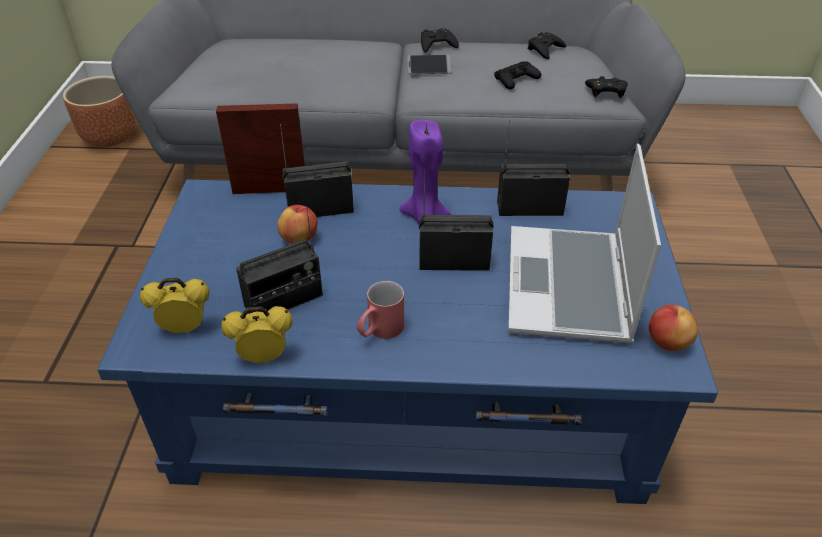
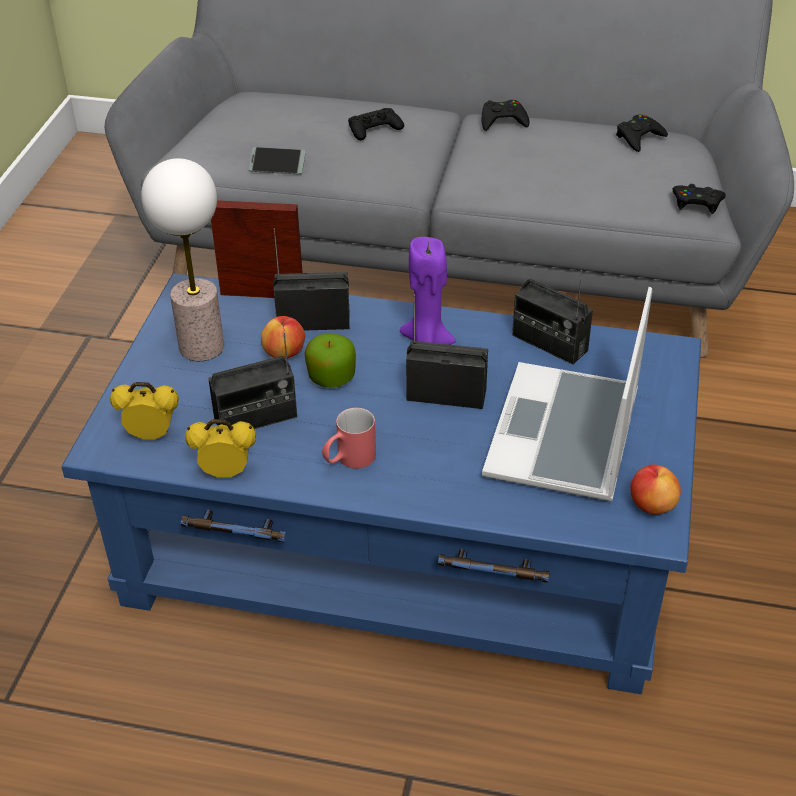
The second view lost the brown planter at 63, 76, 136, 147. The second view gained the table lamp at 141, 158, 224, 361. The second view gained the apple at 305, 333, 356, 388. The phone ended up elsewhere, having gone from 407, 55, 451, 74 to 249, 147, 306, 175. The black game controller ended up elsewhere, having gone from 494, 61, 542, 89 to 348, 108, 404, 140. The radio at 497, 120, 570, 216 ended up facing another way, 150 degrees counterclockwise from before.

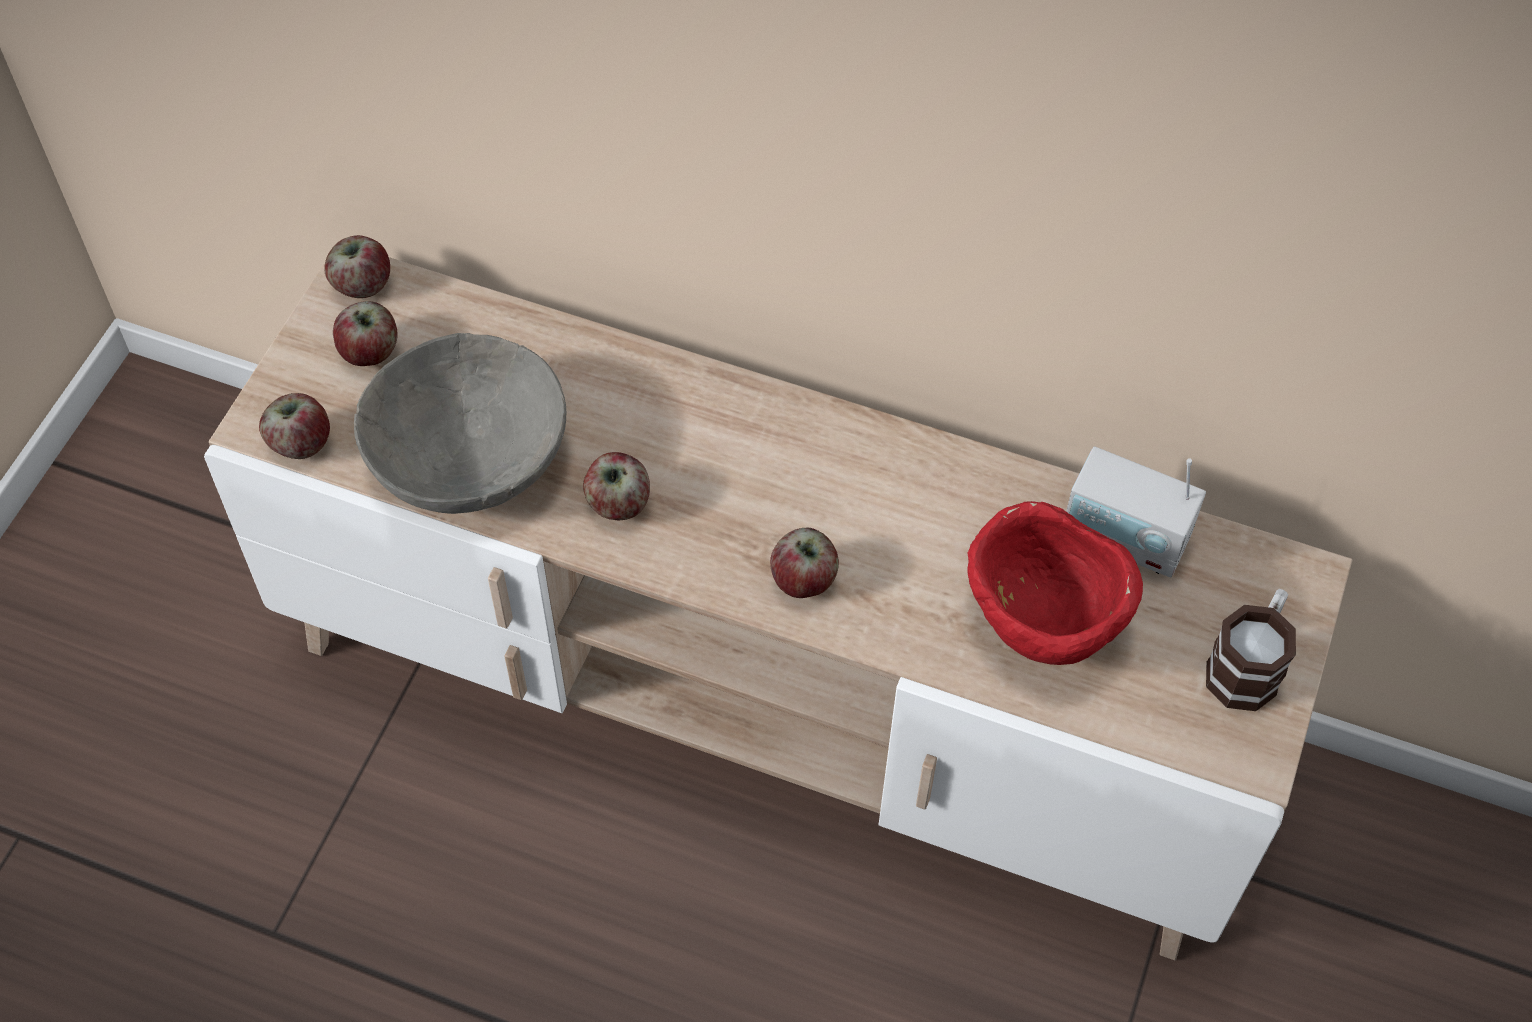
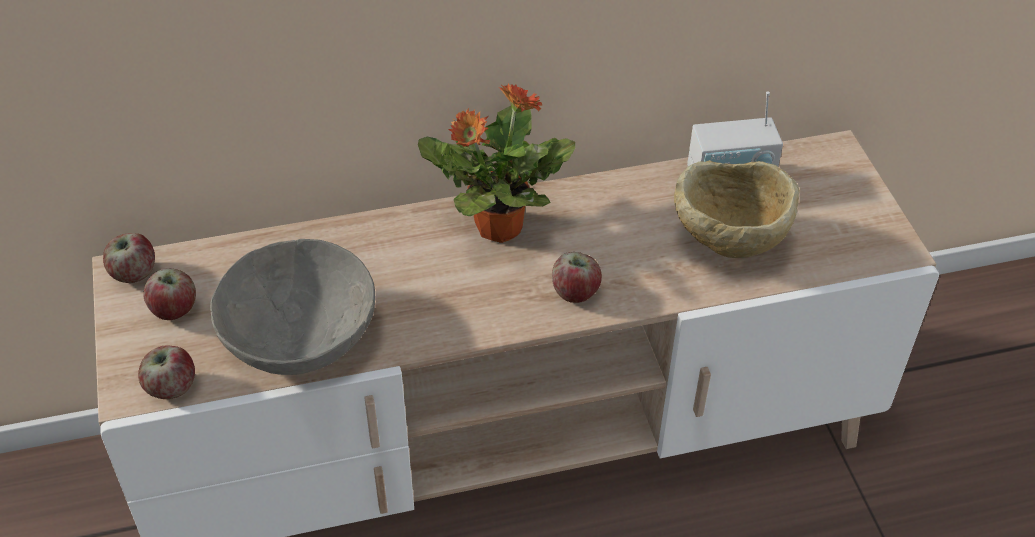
The second view lost the apple at 583, 452, 650, 520. The second view lost the mug at 1206, 589, 1296, 711. The second view gained the potted plant at 418, 83, 575, 243. What was the red bowl at 967, 501, 1143, 665 turned into the beige bowl at 674, 160, 800, 258.

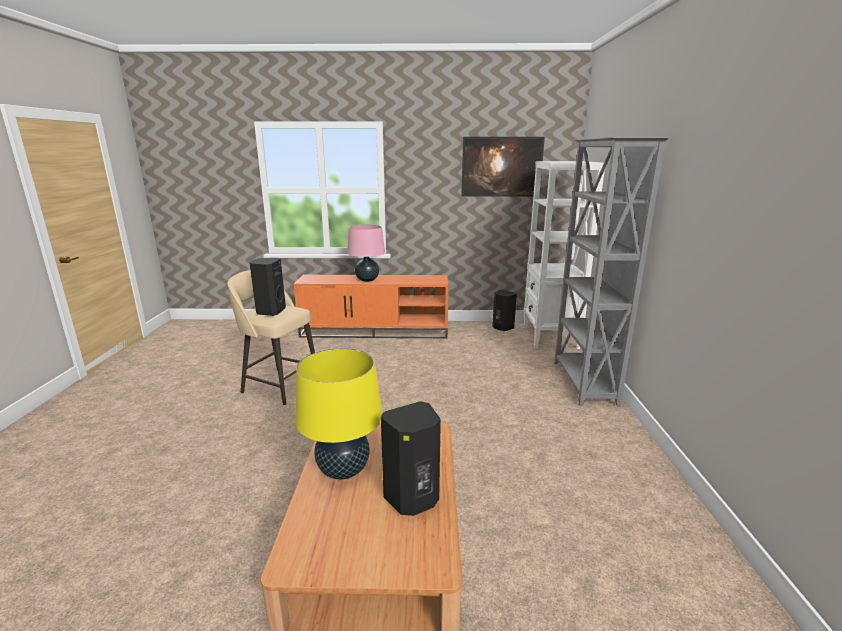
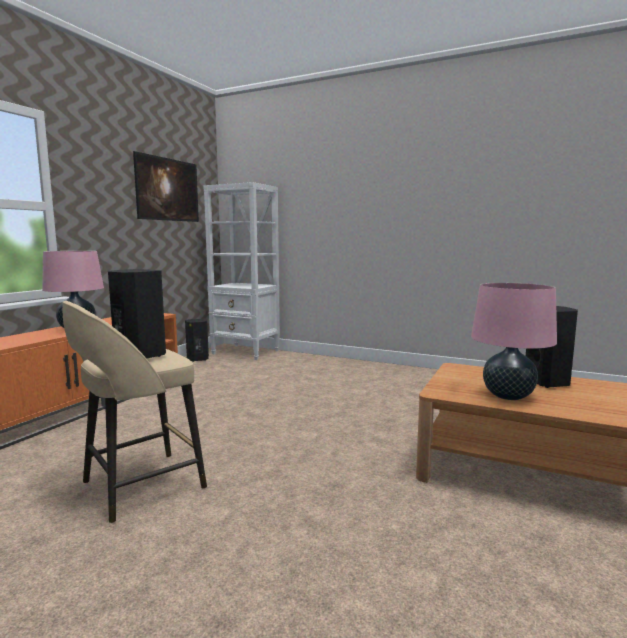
The second view lost the grey bookcase at 554, 137, 669, 406. What was the yellow table lamp at 296, 348, 383, 479 turned into the pink table lamp at 471, 282, 557, 400.

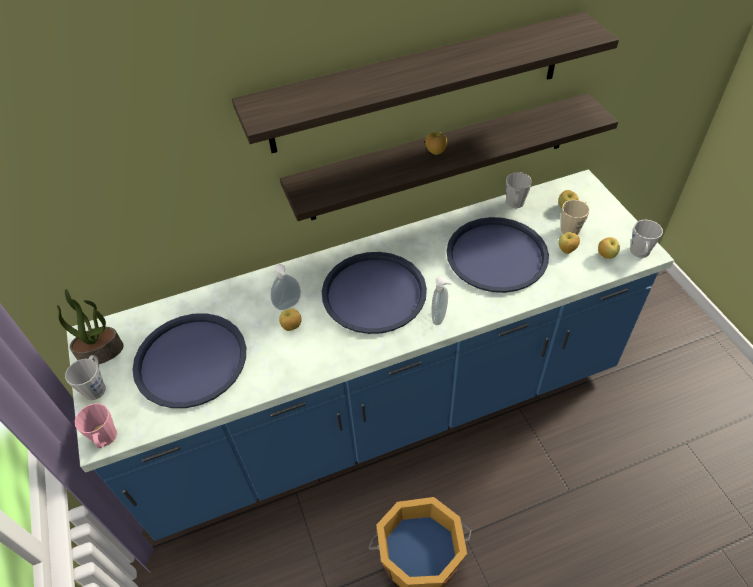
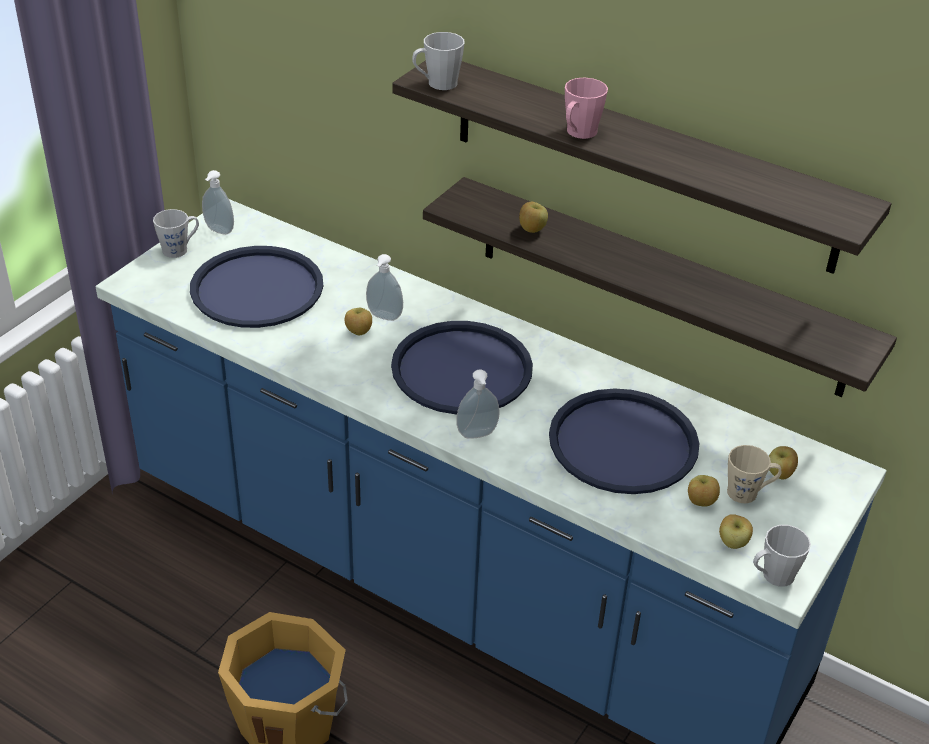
The pink mug ended up elsewhere, having gone from 75, 403, 117, 448 to 565, 78, 608, 139. The apple ended up elsewhere, having gone from 425, 132, 447, 155 to 519, 202, 548, 233. The grey mug ended up elsewhere, having gone from 506, 172, 532, 208 to 412, 32, 464, 90. Where the potted plant stood at 57, 289, 124, 364, the soap dispenser came to stand at 202, 170, 234, 235.

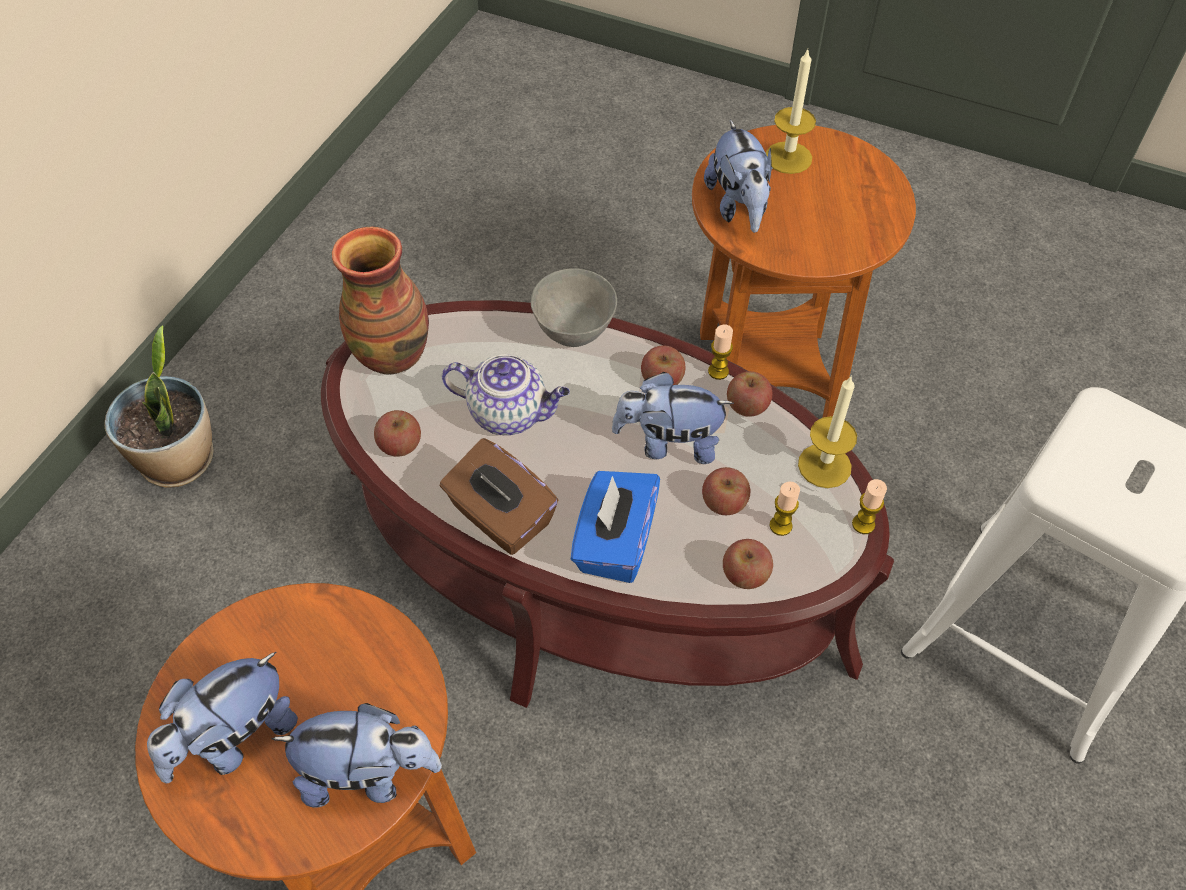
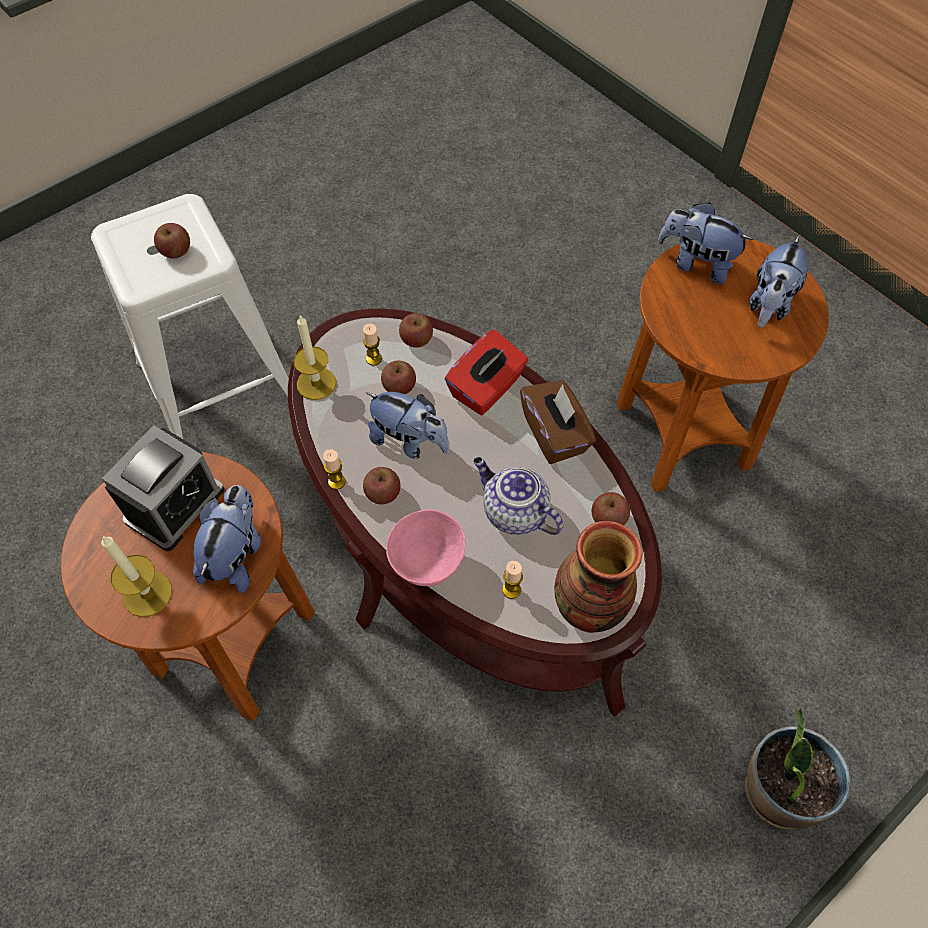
The second view gained the alarm clock at 102, 425, 224, 551. The apple ended up elsewhere, having gone from 727, 371, 773, 417 to 154, 223, 190, 258. The candle ended up elsewhere, having gone from 852, 479, 887, 534 to 502, 561, 523, 599. What was the grey bowl at 531, 268, 617, 347 turned into the pink bowl at 386, 510, 465, 586. What was the blue tissue box at 571, 471, 660, 583 turned into the red tissue box at 445, 330, 529, 415. The plush toy at 147, 652, 298, 783 ended up facing another way, 135 degrees clockwise from before.

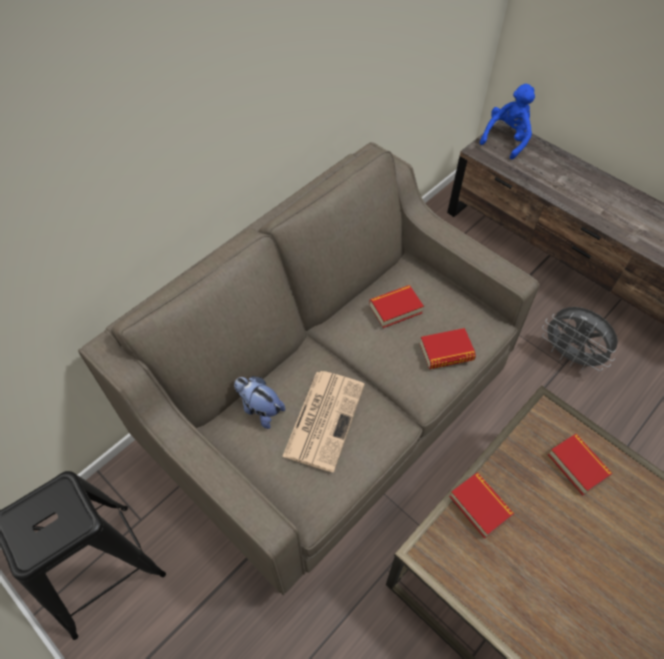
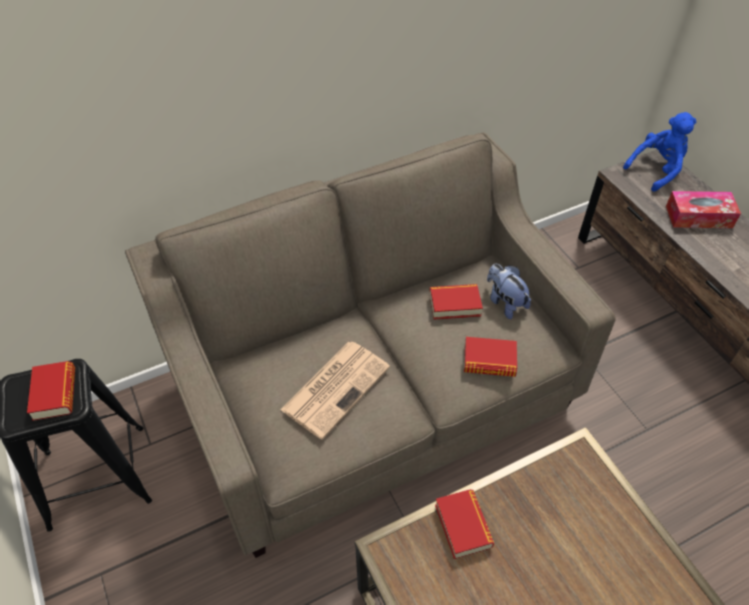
The second view lost the grey fan at 542, 307, 618, 371. The second view gained the tissue box at 666, 191, 741, 228. The plush toy ended up elsewhere, having gone from 234, 376, 285, 429 to 487, 264, 531, 319. The book ended up elsewhere, having gone from 548, 434, 613, 495 to 27, 361, 75, 421.

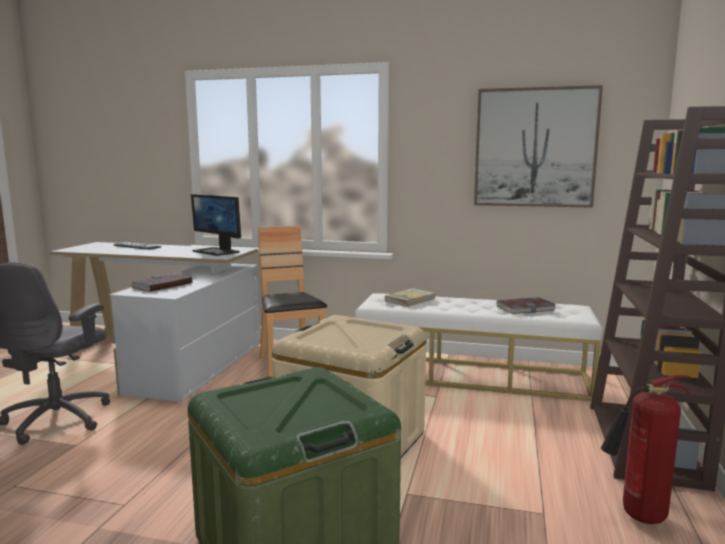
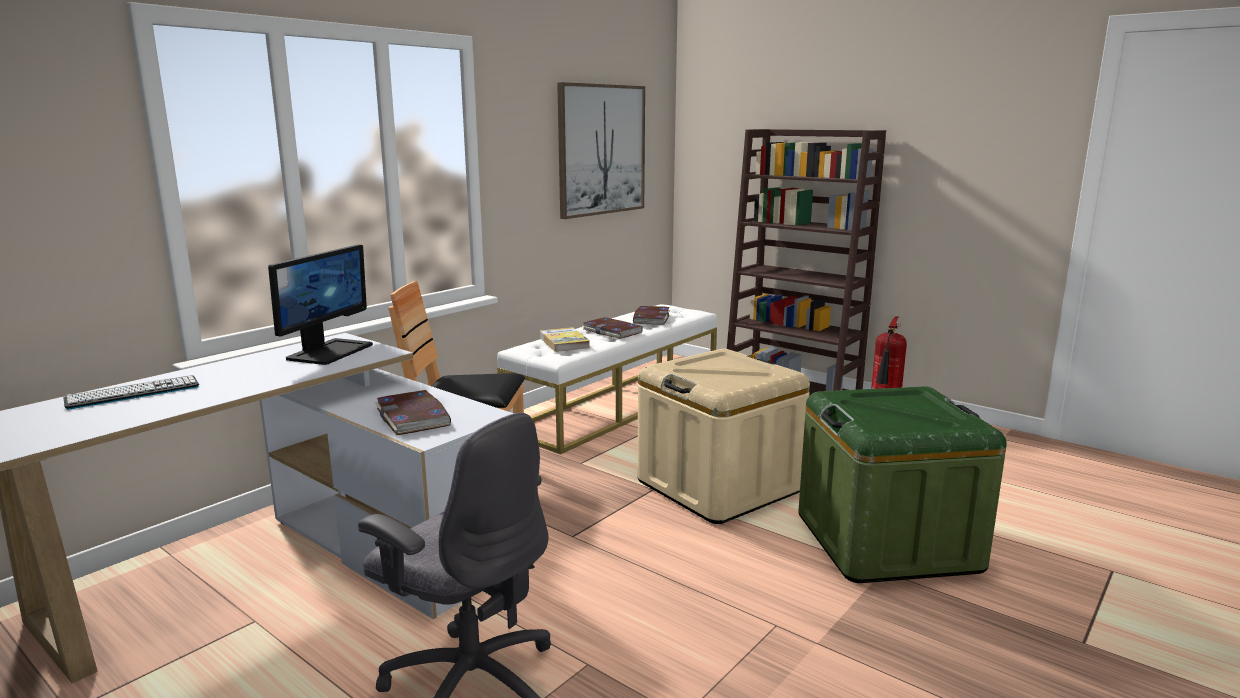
The second view gained the book at 583, 317, 642, 339. The monitor at 191, 194, 241, 256 ended up facing another way, 45 degrees counterclockwise from before.

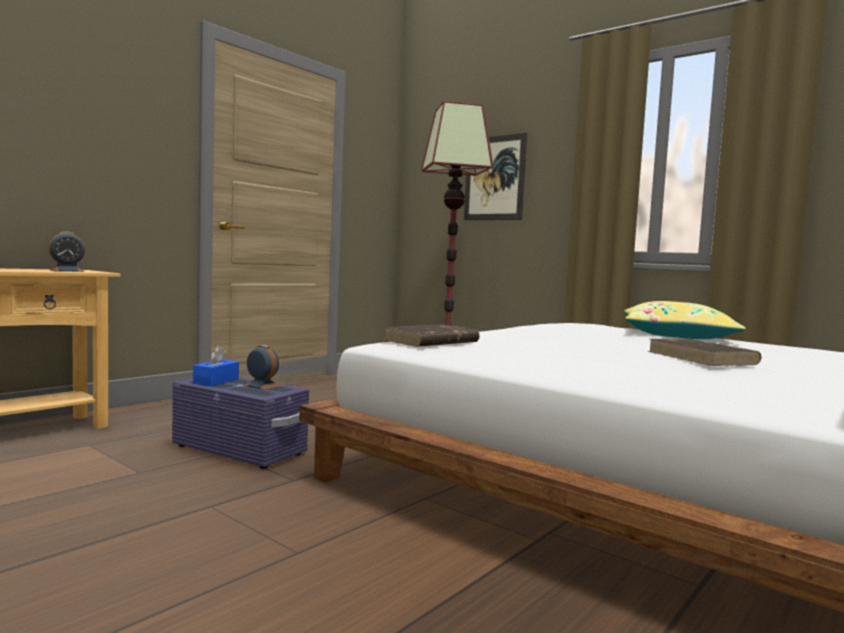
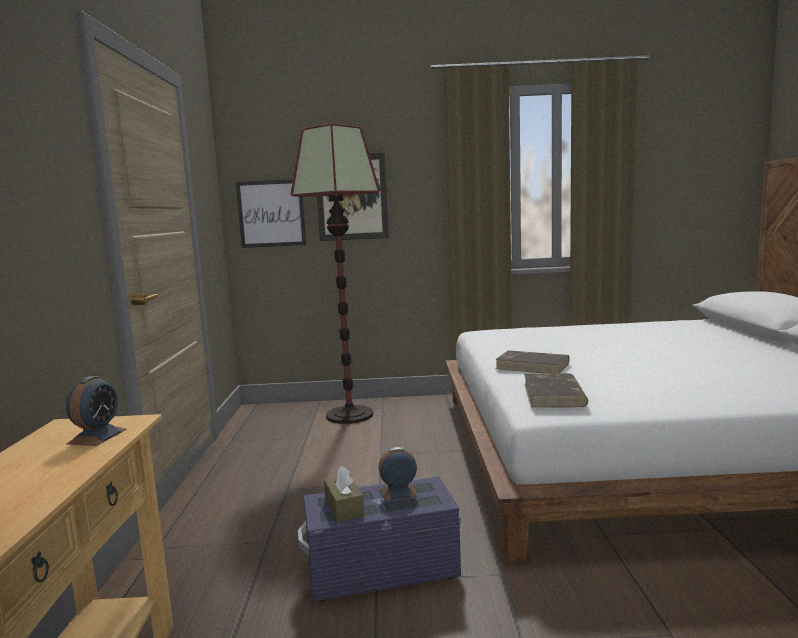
The second view lost the yellow pillow at 624, 301, 746, 339. The second view gained the picture at 236, 179, 307, 248. The brown book ended up elsewhere, having gone from 648, 339, 761, 366 to 495, 350, 569, 374. What was the blue tissue box at 193, 346, 239, 386 turned into the brown tissue box at 324, 466, 364, 522.

